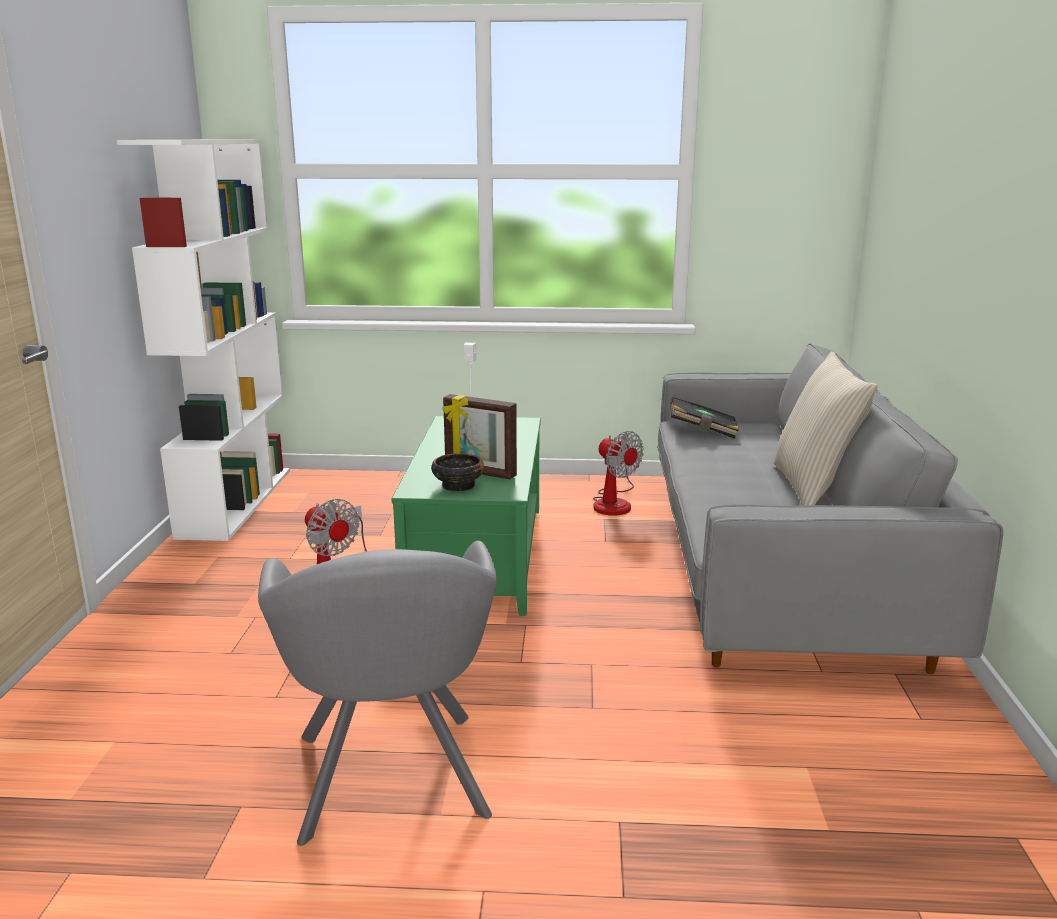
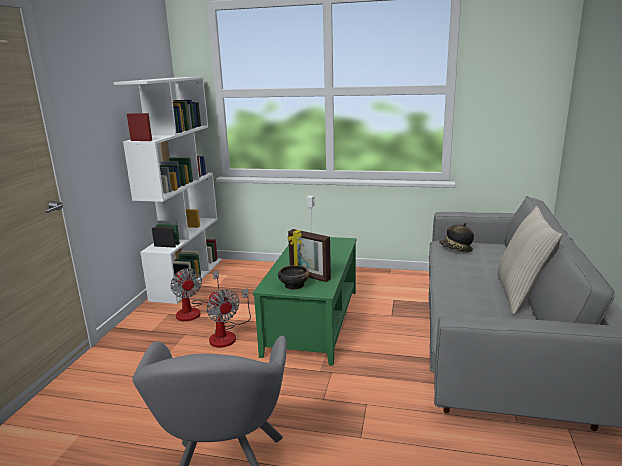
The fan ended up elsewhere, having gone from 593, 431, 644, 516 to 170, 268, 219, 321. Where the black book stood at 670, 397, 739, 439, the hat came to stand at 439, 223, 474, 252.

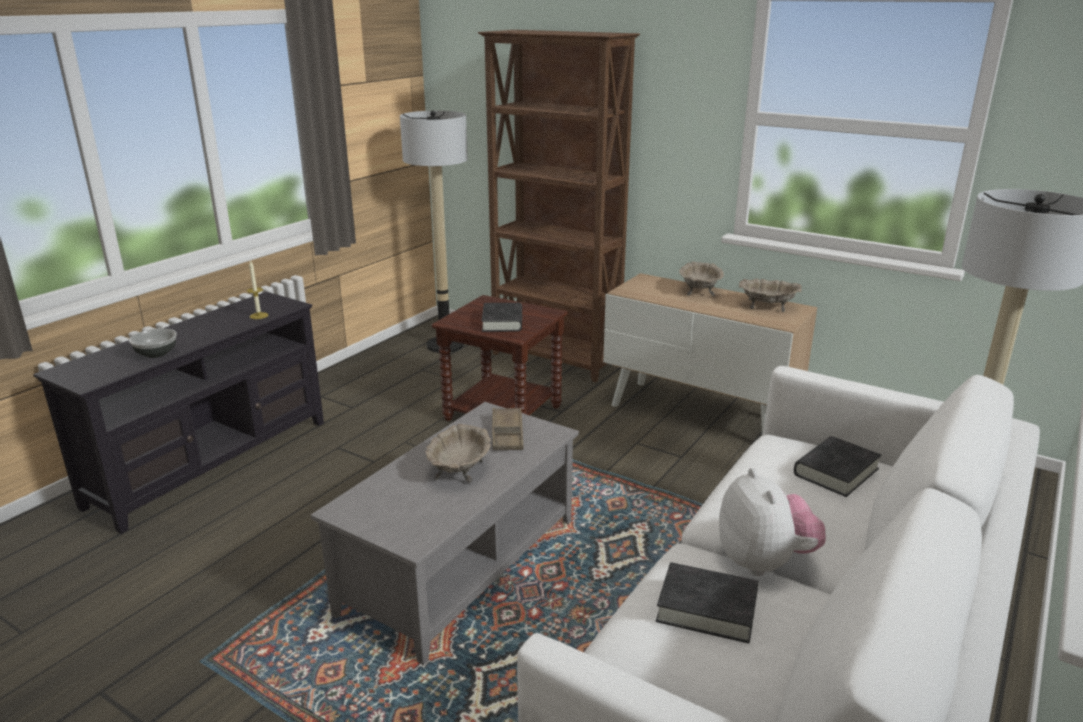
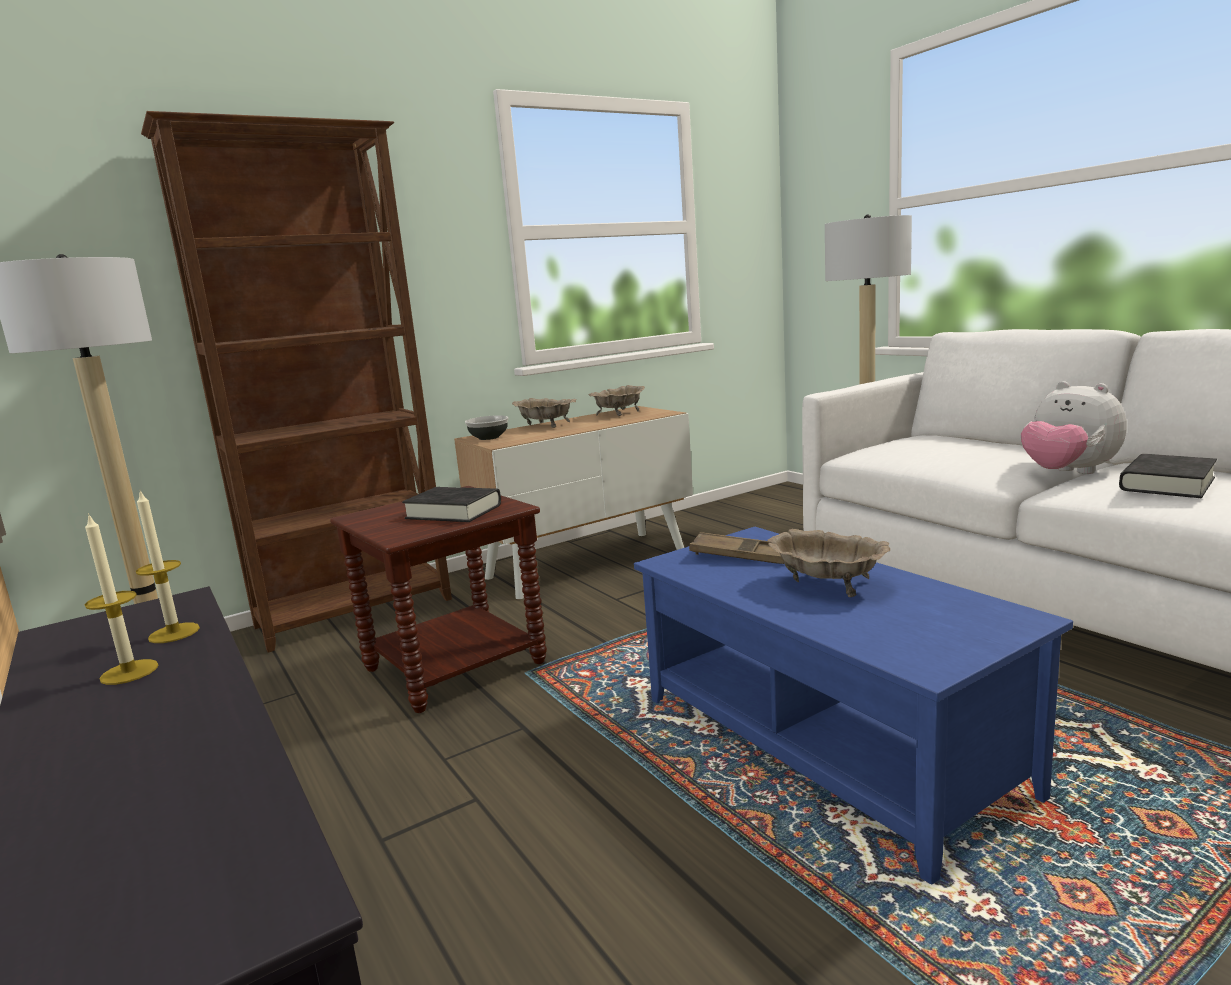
The second view lost the black book at 794, 436, 881, 497. The second view gained the candle at 85, 513, 158, 685. The bowl ended up elsewhere, having gone from 129, 328, 177, 358 to 465, 415, 508, 440. What was the grey coffee table at 311, 402, 579, 665 turned into the blue coffee table at 634, 527, 1073, 885. The plush toy at 719, 468, 826, 576 ended up facing another way, 135 degrees counterclockwise from before.

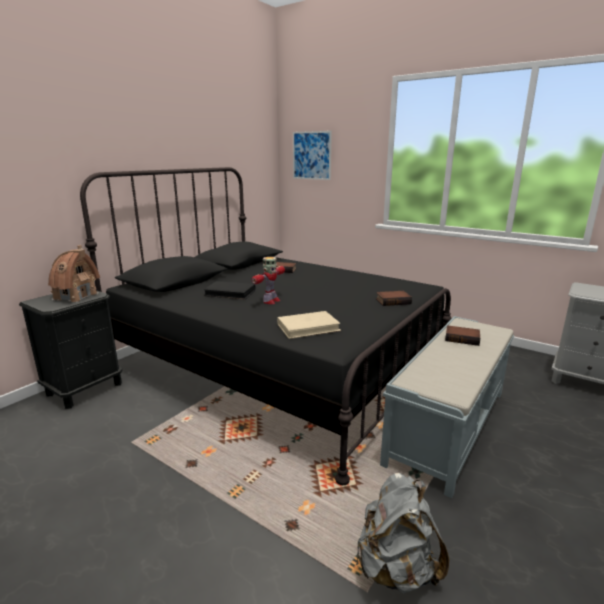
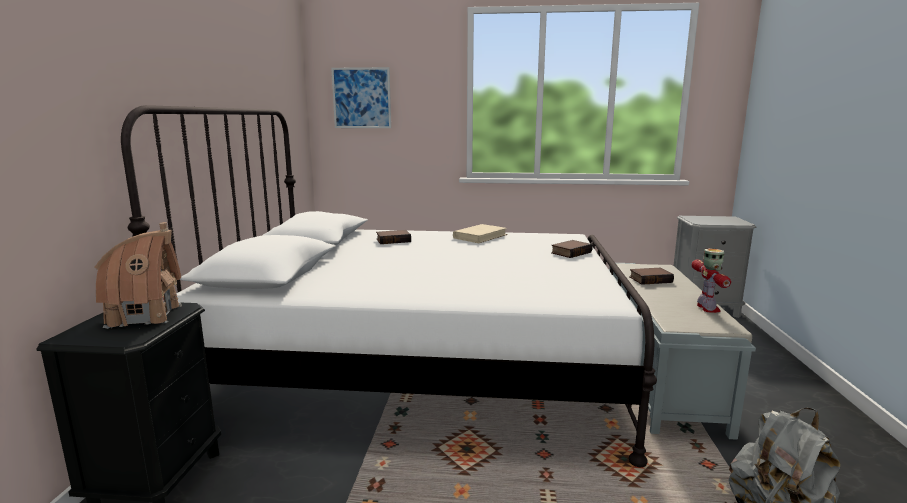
The second view lost the black book at 204, 281, 255, 299. The toy robot ended up elsewhere, having gone from 251, 257, 285, 304 to 692, 248, 731, 313. The beige book ended up elsewhere, having gone from 277, 311, 341, 339 to 453, 224, 508, 243. What was the black bed at 80, 167, 452, 485 turned into the white bed at 121, 105, 657, 467.

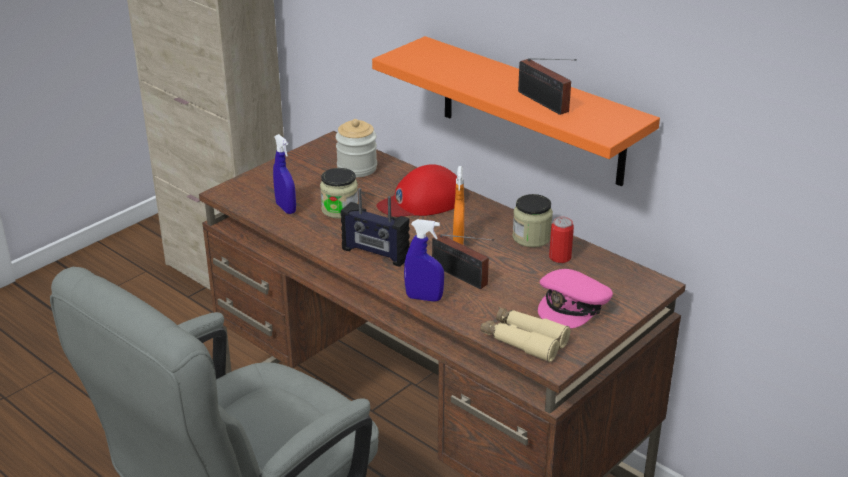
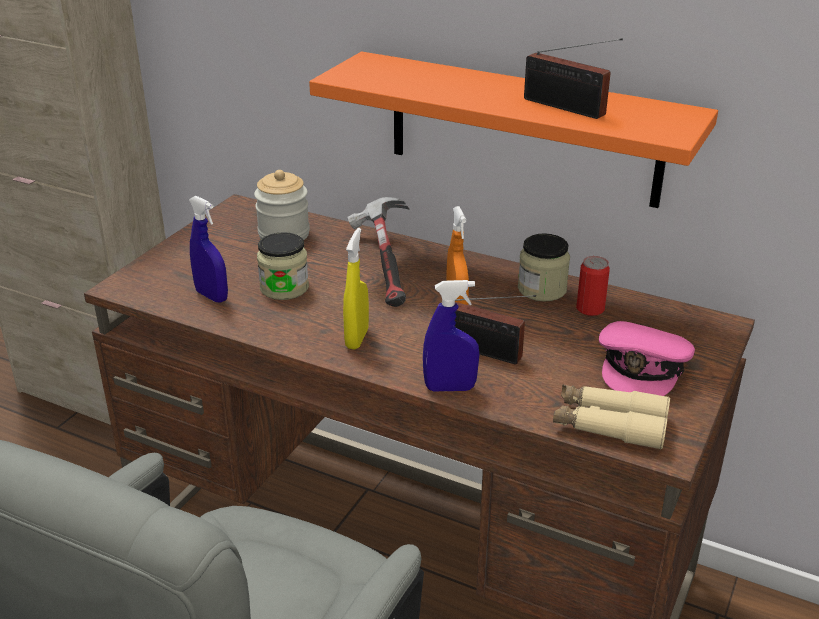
Where the radio stood at 340, 188, 410, 267, the yellow spray bottle came to stand at 343, 228, 369, 350. Where the red cap stood at 377, 164, 457, 217, the hammer came to stand at 348, 197, 410, 307.

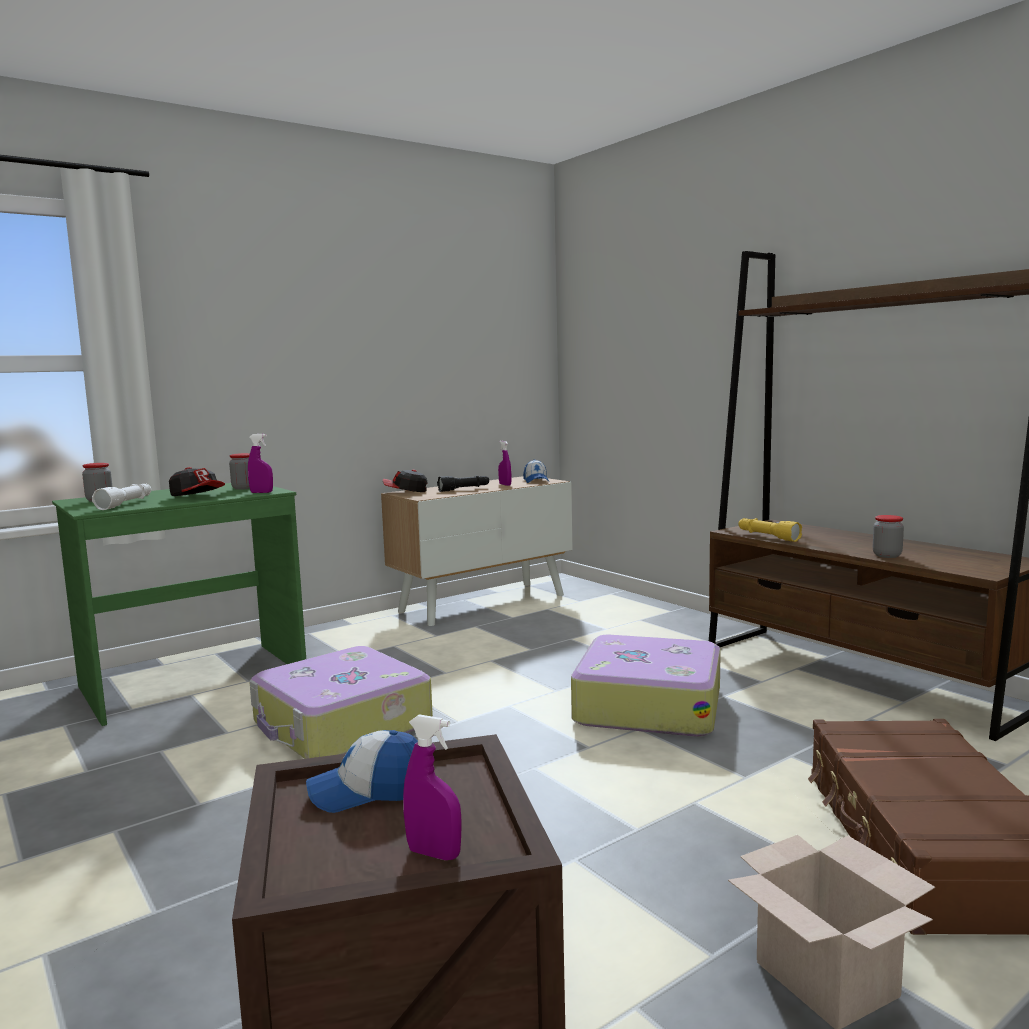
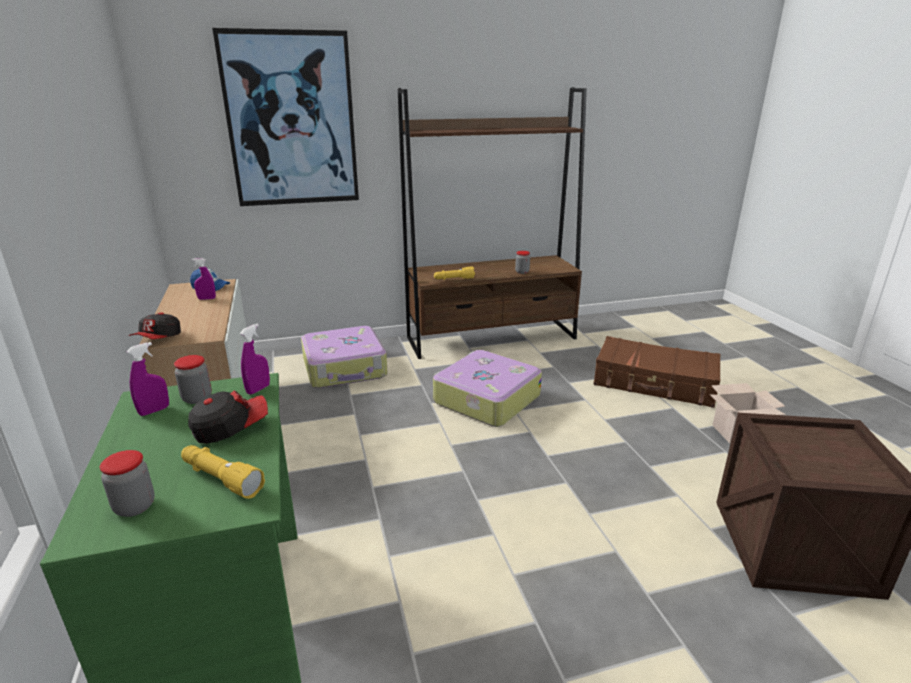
The second view lost the cap at 306, 730, 418, 813. The second view lost the black flashlight at 437, 475, 489, 492. The second view gained the picture at 212, 28, 359, 206. The suitcase ended up elsewhere, having gone from 249, 646, 433, 759 to 301, 326, 388, 388. The purple spray bottle ended up elsewhere, having gone from 403, 714, 462, 860 to 127, 342, 169, 416. What was the white flashlight at 92, 483, 151, 510 turned into the yellow flashlight at 181, 445, 265, 499.

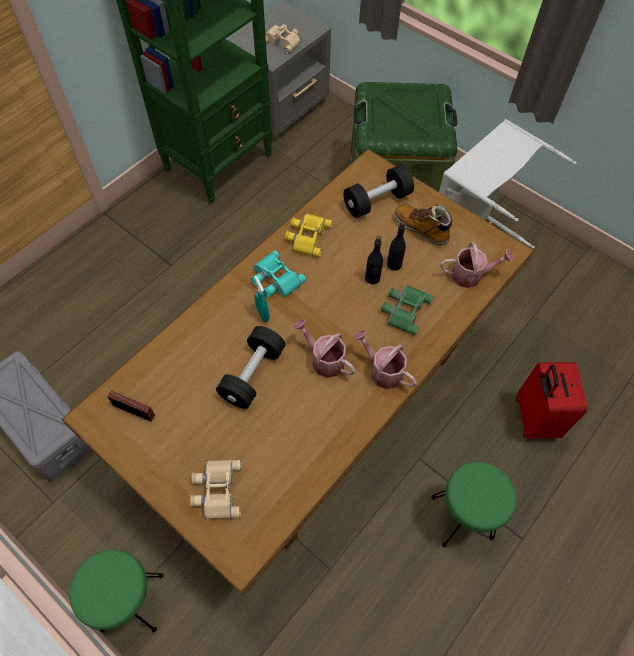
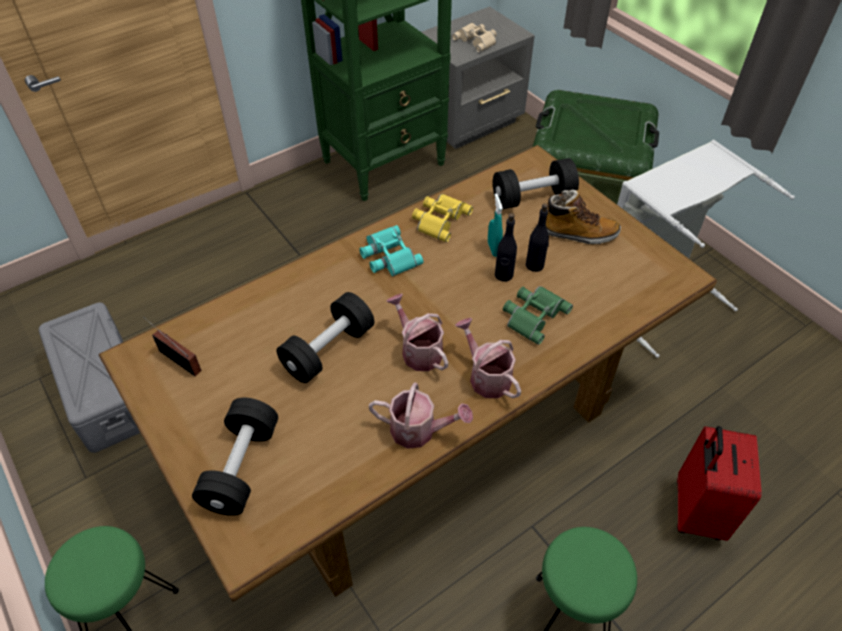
The turquoise spray bottle ended up elsewhere, having gone from 255, 276, 270, 322 to 488, 193, 503, 257. The watering can ended up elsewhere, having gone from 440, 242, 514, 288 to 369, 382, 473, 449. Where the beige binoculars stood at 190, 460, 241, 519, the black dumbbell came to stand at 192, 398, 278, 516. The boot at 394, 203, 453, 246 ended up facing another way, 135 degrees clockwise from before.

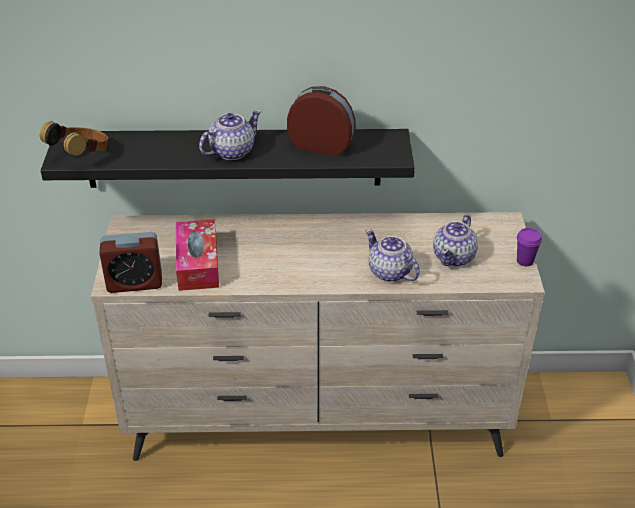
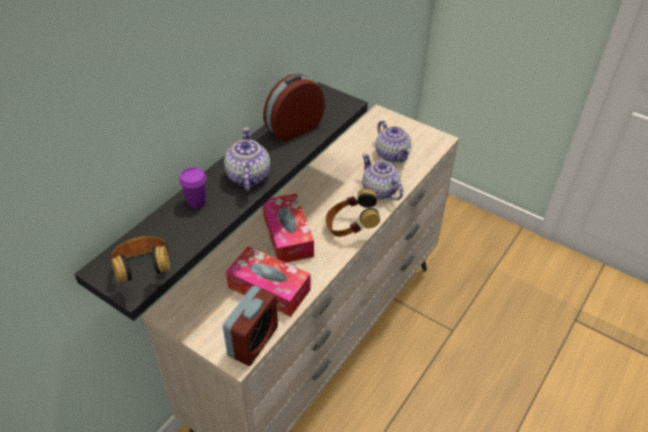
The second view gained the tissue box at 263, 193, 314, 263. The second view gained the headphones at 325, 189, 380, 237. The purple cup ended up elsewhere, having gone from 517, 228, 542, 266 to 179, 167, 207, 208. The teapot at 365, 229, 420, 282 ended up facing another way, 60 degrees clockwise from before.

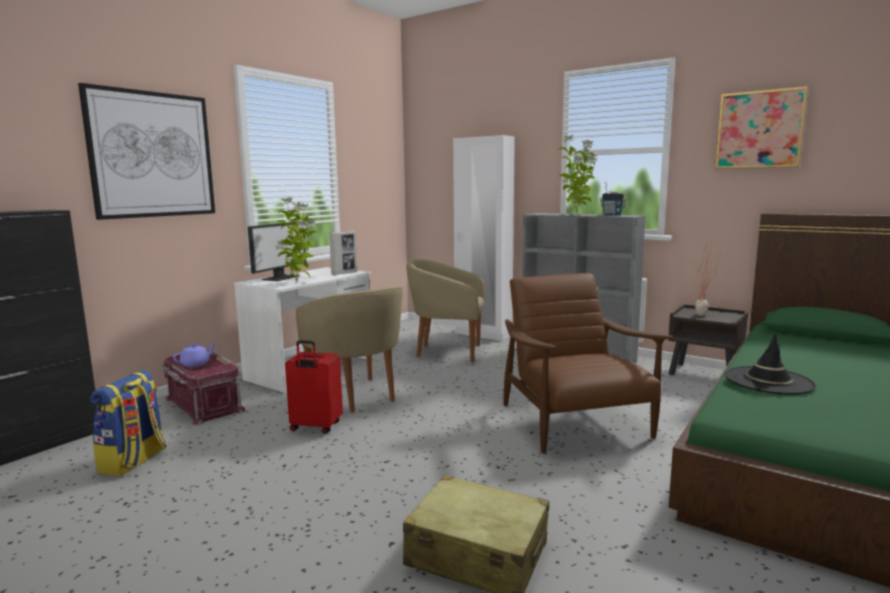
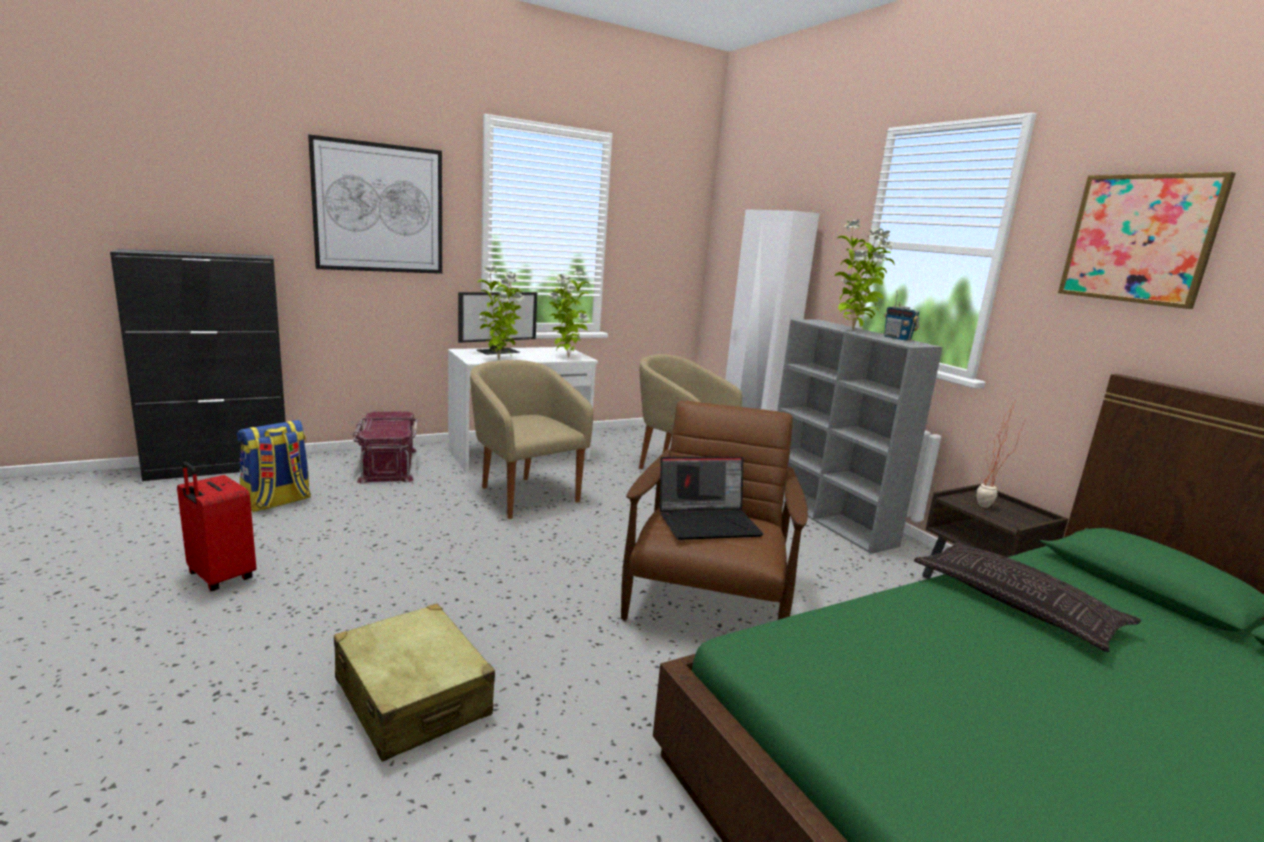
The second view lost the purple teapot at 173, 343, 217, 367. The second view lost the black hat at 725, 334, 816, 395. The second view gained the laptop at 660, 456, 763, 540. The second view gained the pillow at 914, 542, 1141, 652. The red suitcase ended up elsewhere, having gone from 285, 340, 343, 434 to 177, 462, 256, 591. Where the picture frame stood at 329, 231, 357, 275, the potted plant came to stand at 549, 267, 590, 358. The beige armchair at 296, 286, 403, 412 ended up facing another way, 150 degrees clockwise from before.

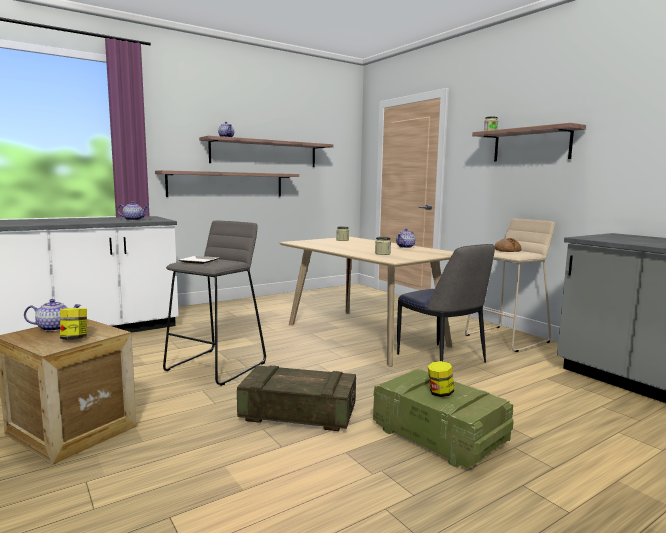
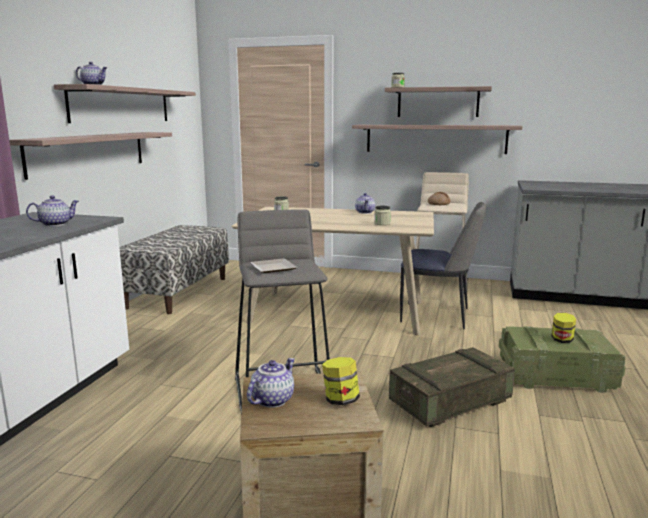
The second view gained the bench at 119, 225, 229, 314. The second view gained the shelf at 352, 125, 523, 154.

